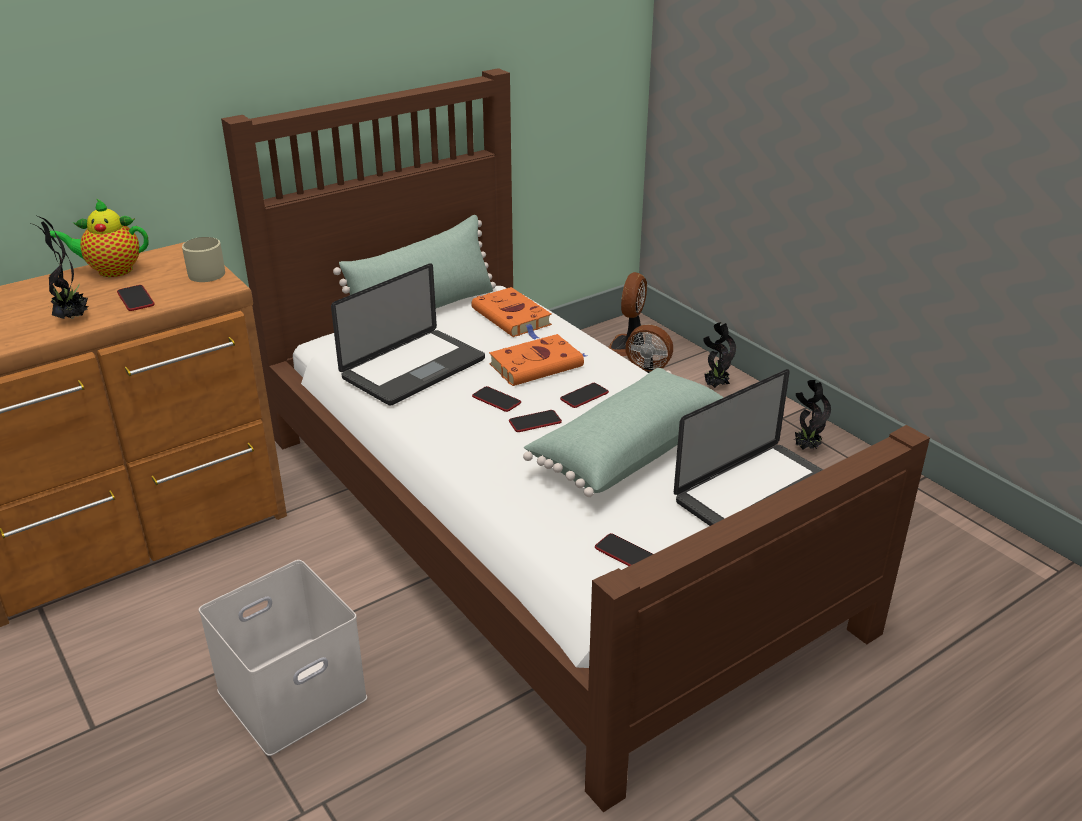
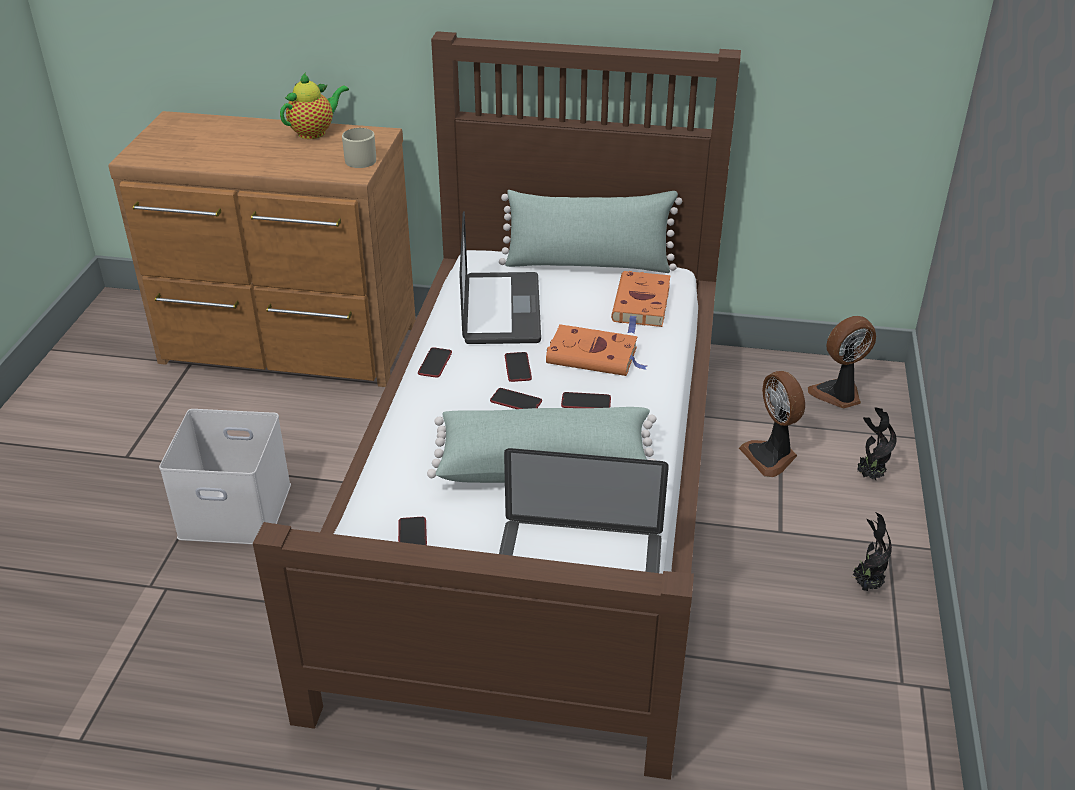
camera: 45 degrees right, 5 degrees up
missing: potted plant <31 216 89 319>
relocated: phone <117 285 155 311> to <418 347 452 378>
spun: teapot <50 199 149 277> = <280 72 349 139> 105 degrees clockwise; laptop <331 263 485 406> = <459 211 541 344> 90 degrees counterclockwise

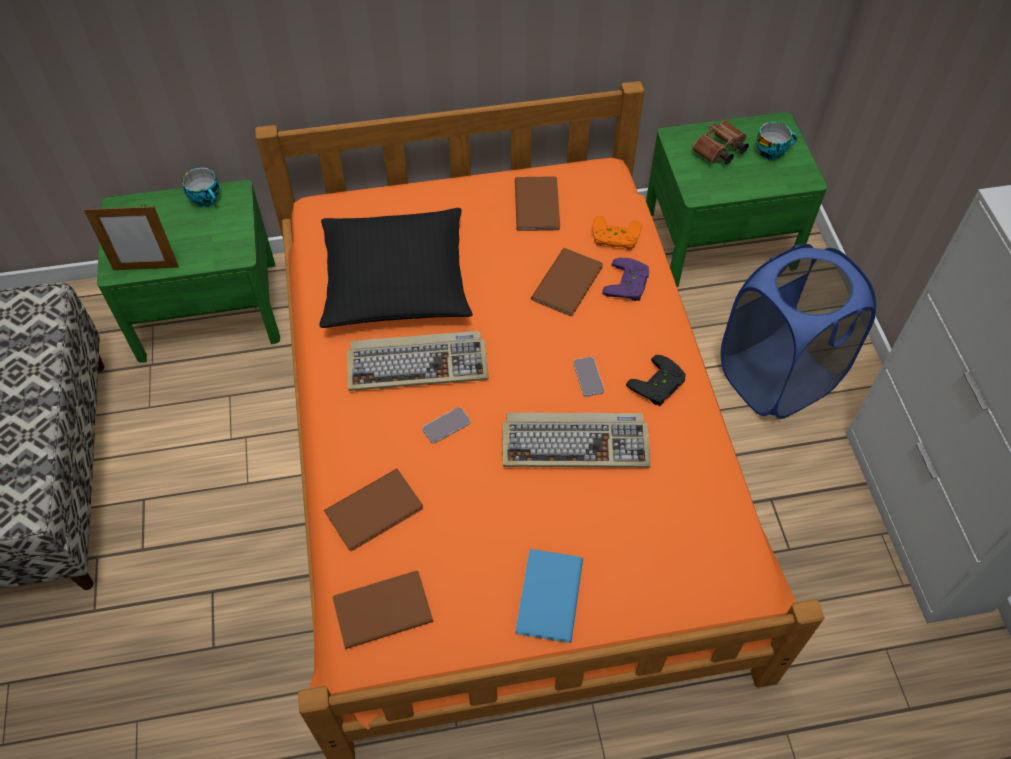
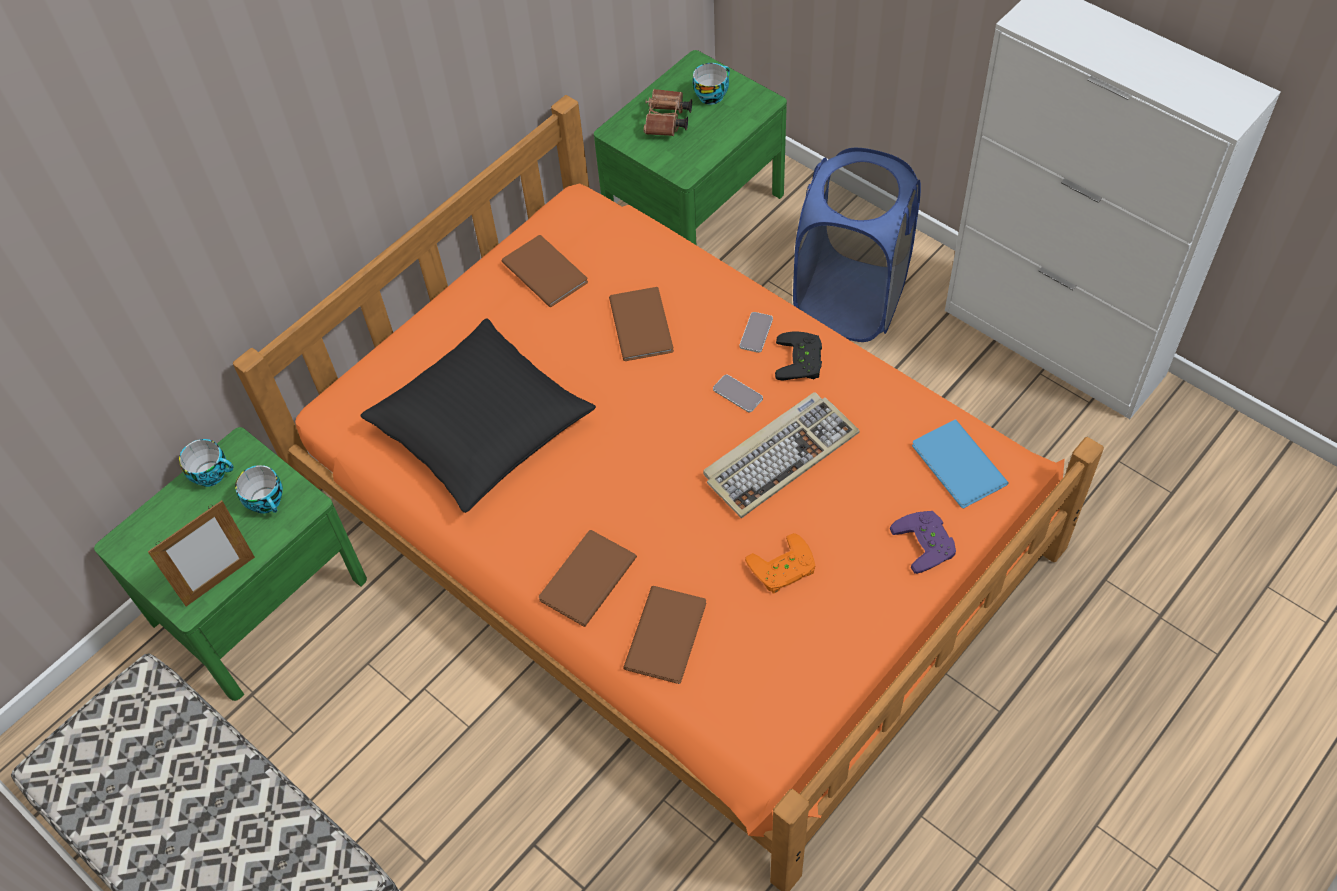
camera: 35 degrees left, 0 degrees up
missing: keyboard <347 331 489 391>
appeared: cup <235 465 283 514>
relocated: orange game controller <593 216 642 250> to <745 533 815 594>; purple game controller <602 258 649 301> to <890 511 956 574>; phone <422 407 471 444> to <740 312 773 353>; blue book <516 549 583 643> to <912 419 1009 508>; brown book <332 571 433 649> to <539 530 637 627>

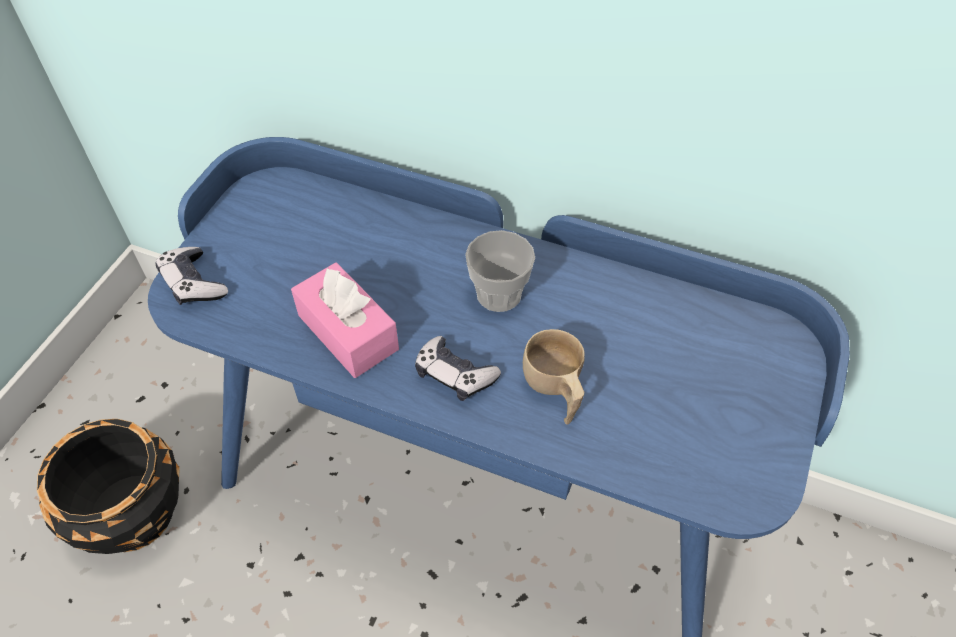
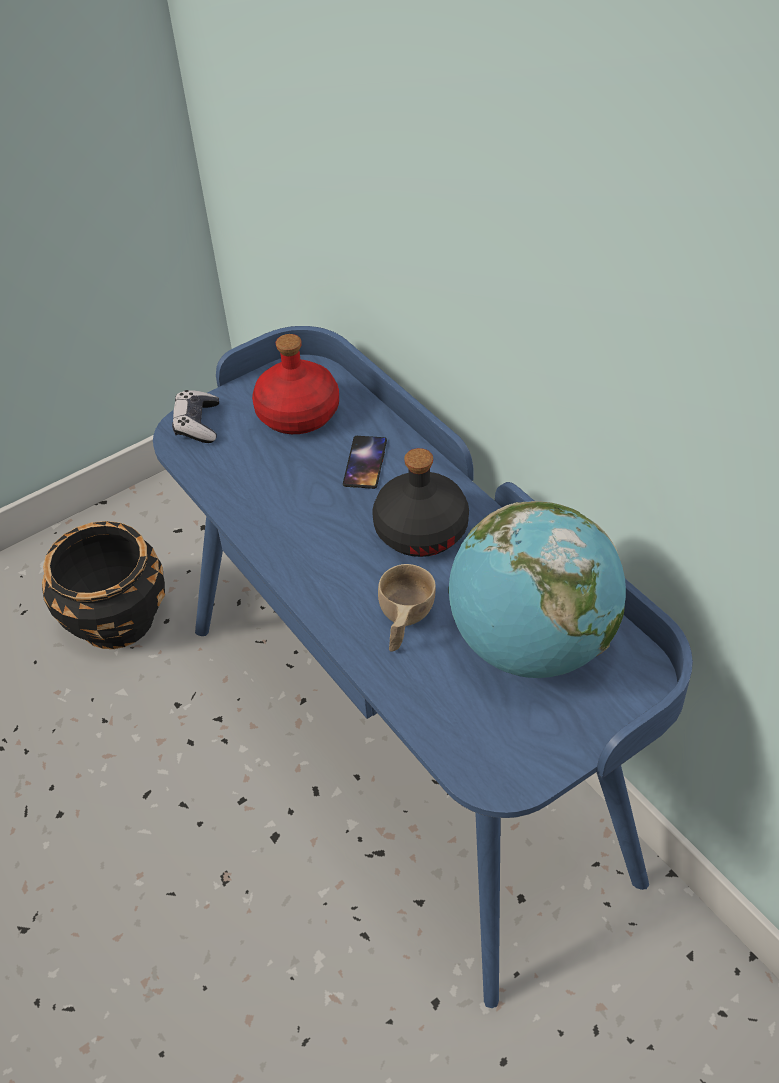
camera: 35 degrees right, 5 degrees down
missing: pink tissue box <291 262 399 378>; game controller <415 336 501 401>
appeared: red bottle <252 334 339 434>; phone <343 436 387 489>; globe <448 501 626 678>
exchanged: cup <465 230 535 312> to black bottle <372 448 469 557>

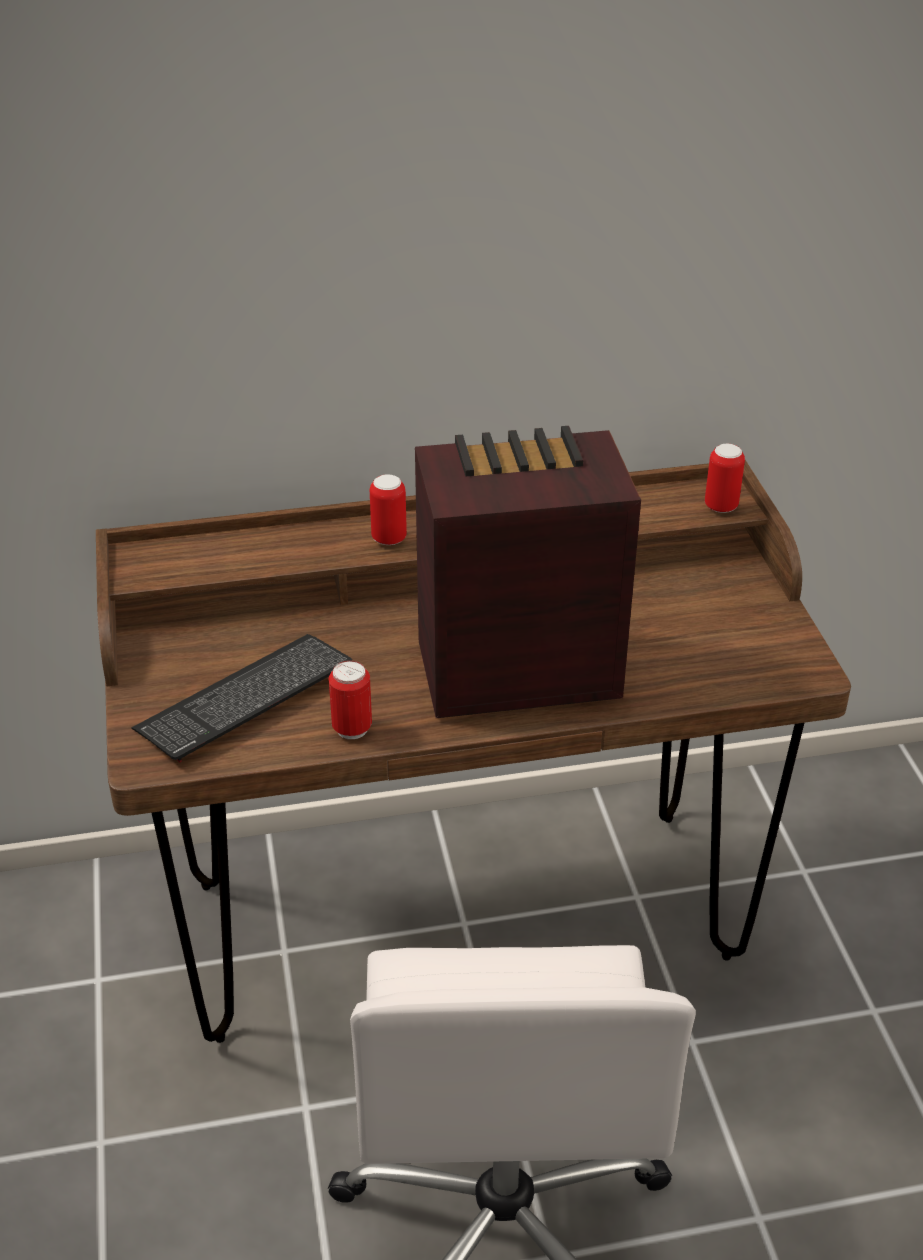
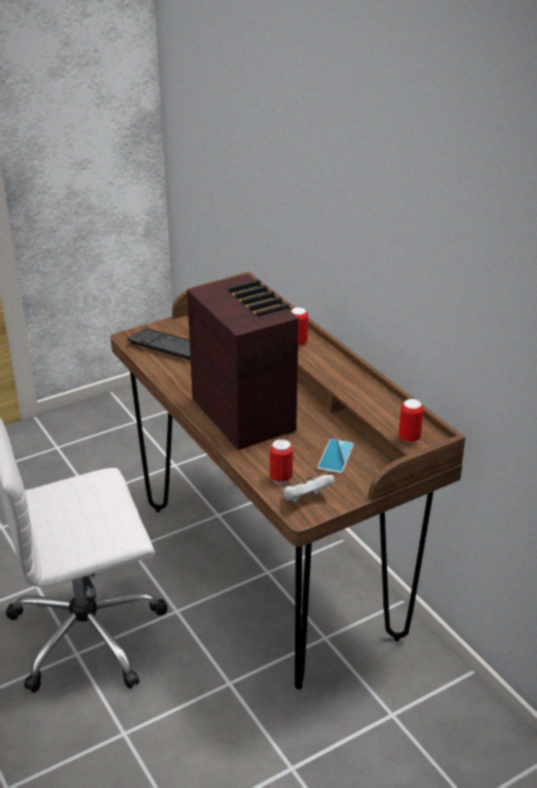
camera: 70 degrees right, 5 degrees down
appeared: phone <317 439 354 474>; white game controller <283 475 335 503>
relocated: can <329 660 372 739> to <270 439 293 484>

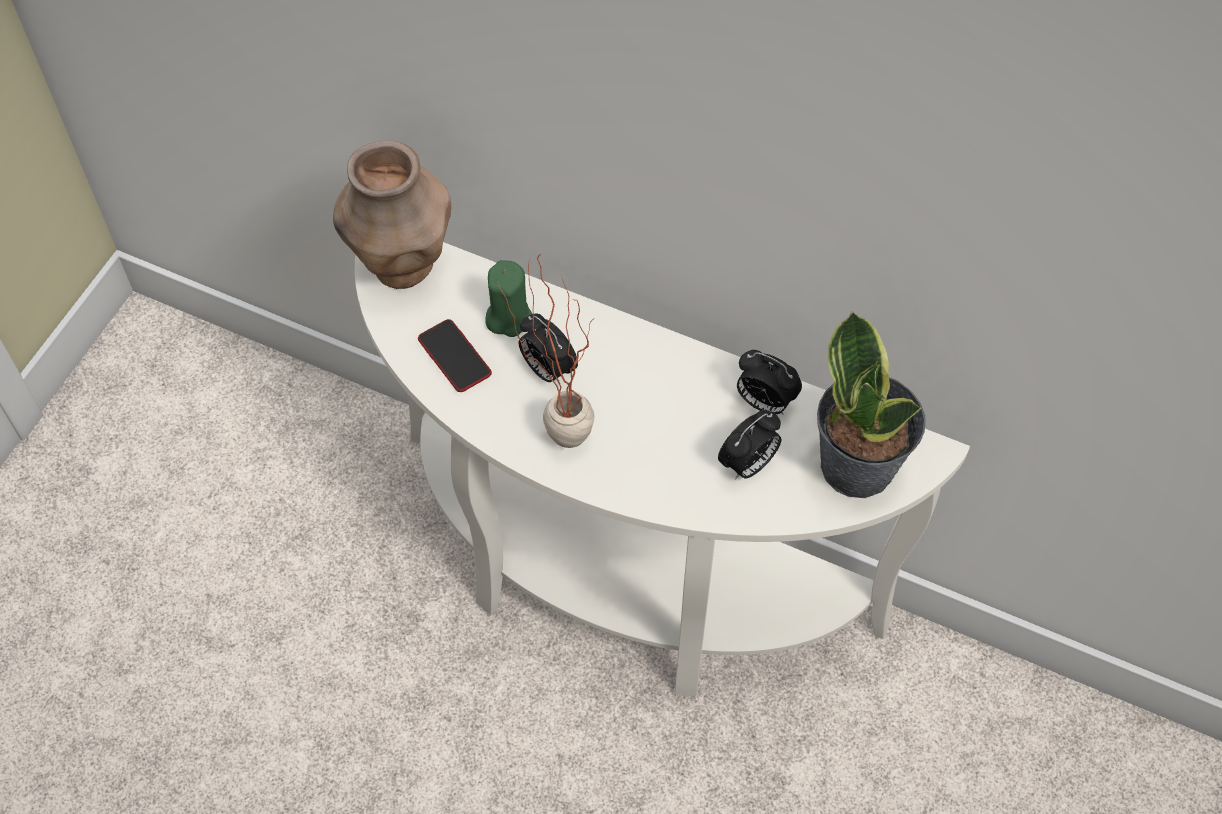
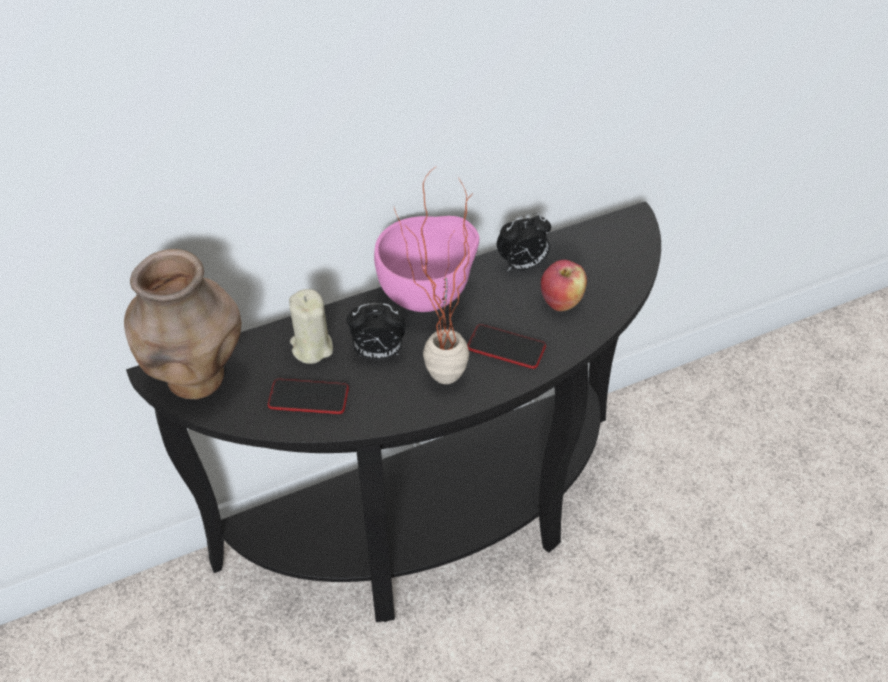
camera: 50 degrees left, 10 degrees down
missing: potted plant <817 311 926 498>
appeared: pink bowl <374 216 479 312>; phone <467 324 546 369>
exchanged: alarm clock <718 410 781 480> to apple <541 260 587 311>
colour: white console table <355 242 970 697> to black console table <126 201 661 622>; green candle <485 260 532 337> to beige candle <289 289 333 364>

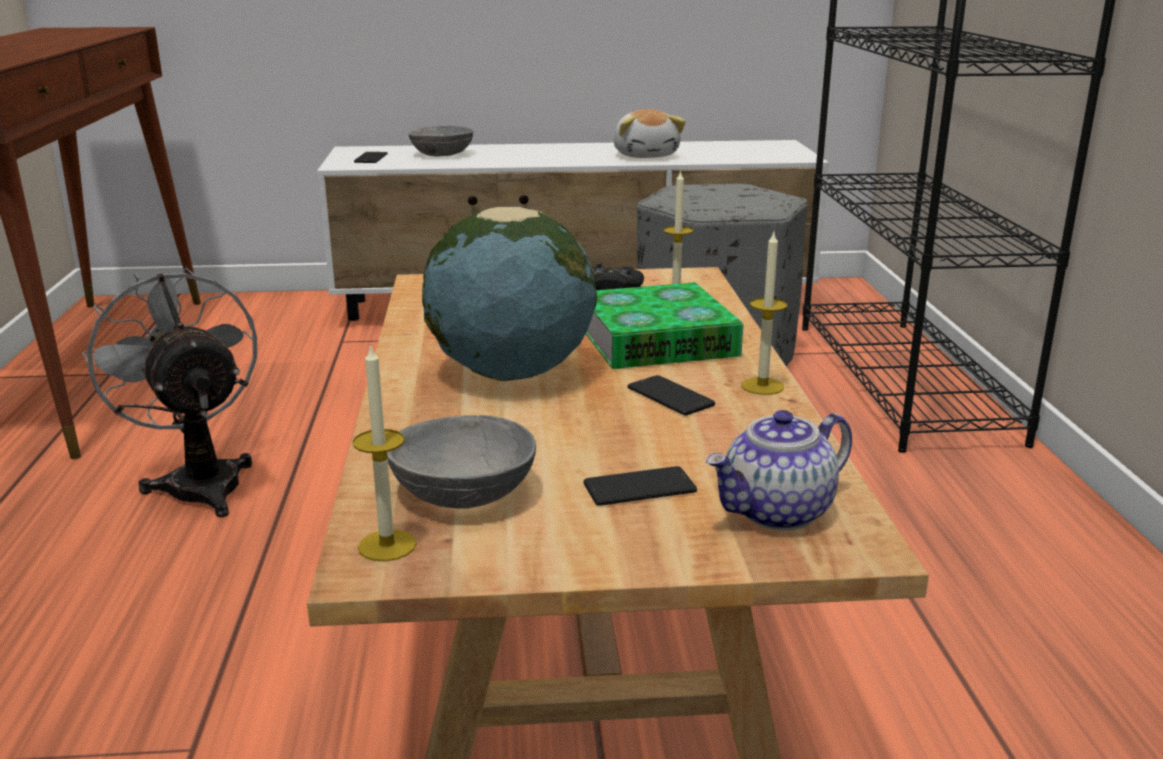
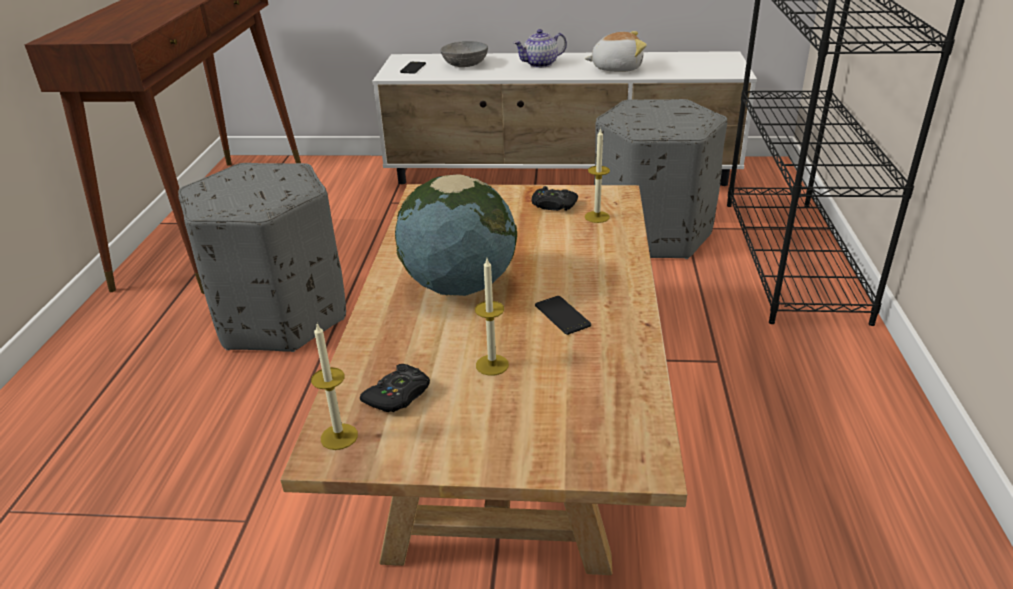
camera: 10 degrees right, 10 degrees up
missing: book <586 282 744 369>; phone <584 466 697 506>
relocated: candle <741 233 787 395> to <475 259 509 376>; teapot <706 410 852 530> to <513 29 567 68>
exchanged: grey fan <82 268 257 517> to grey ottoman <178 163 346 352>; grey bowl <387 415 536 509> to black game controller <360 364 430 412>
spun: plush toy <613 109 686 158> = <585 31 647 72> 90 degrees counterclockwise

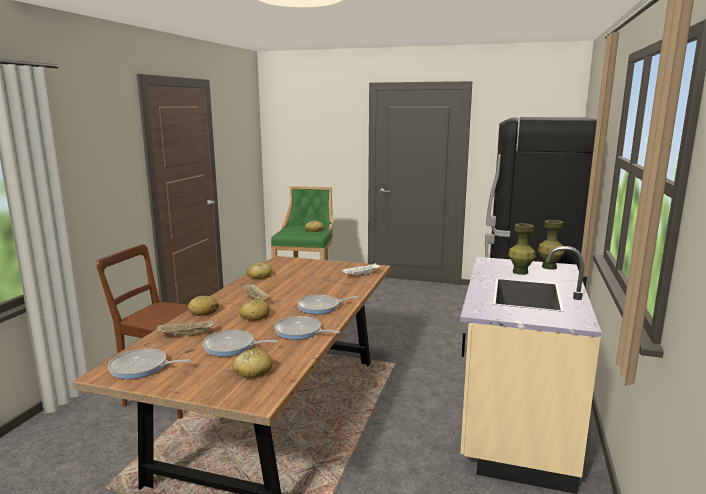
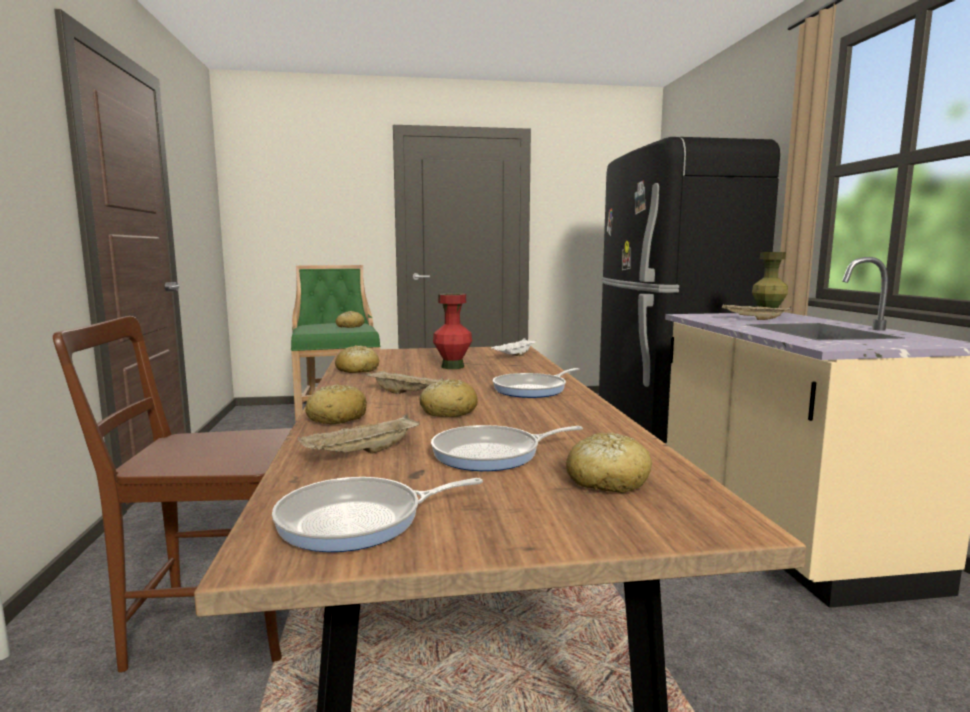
camera: 25 degrees left, 5 degrees down
missing: frying pan <274 316 340 340>
appeared: red vase <433 293 472 369>
exchanged: green vase <508 223 536 275> to beige tray <722 304 791 320>

